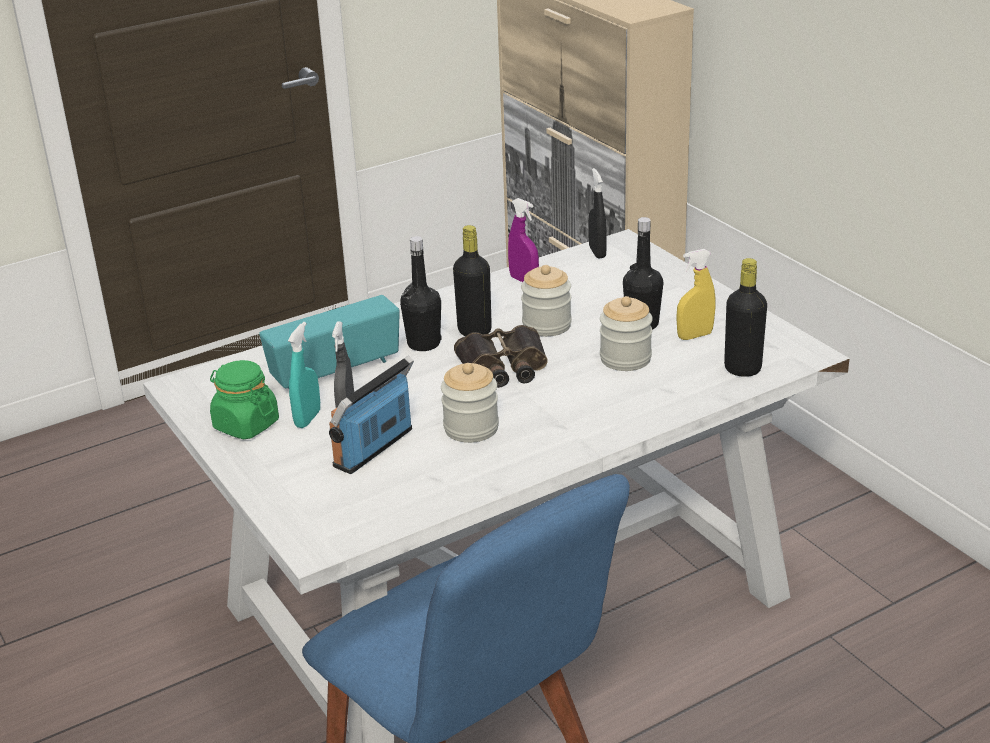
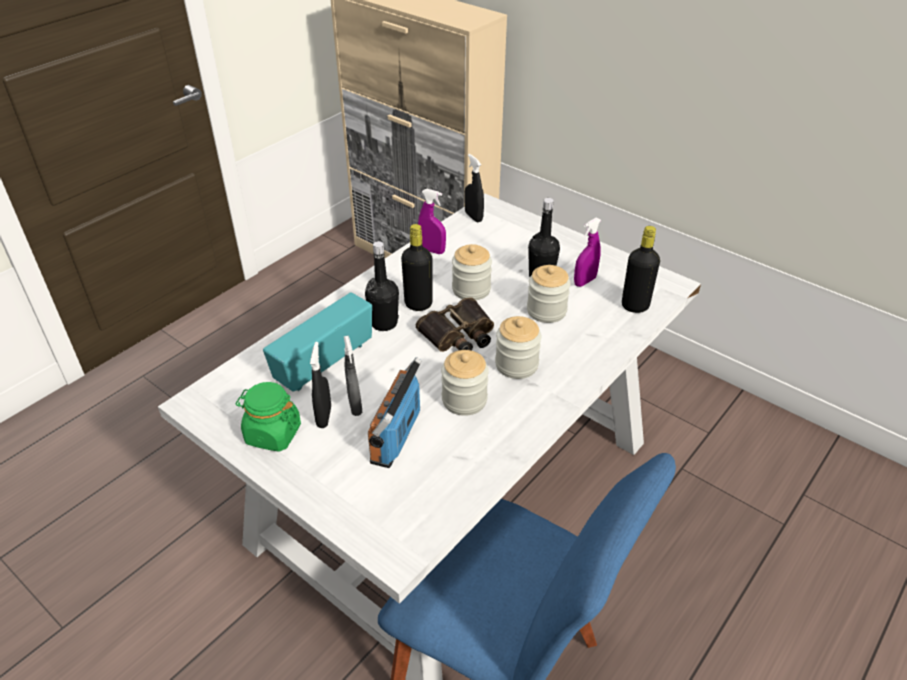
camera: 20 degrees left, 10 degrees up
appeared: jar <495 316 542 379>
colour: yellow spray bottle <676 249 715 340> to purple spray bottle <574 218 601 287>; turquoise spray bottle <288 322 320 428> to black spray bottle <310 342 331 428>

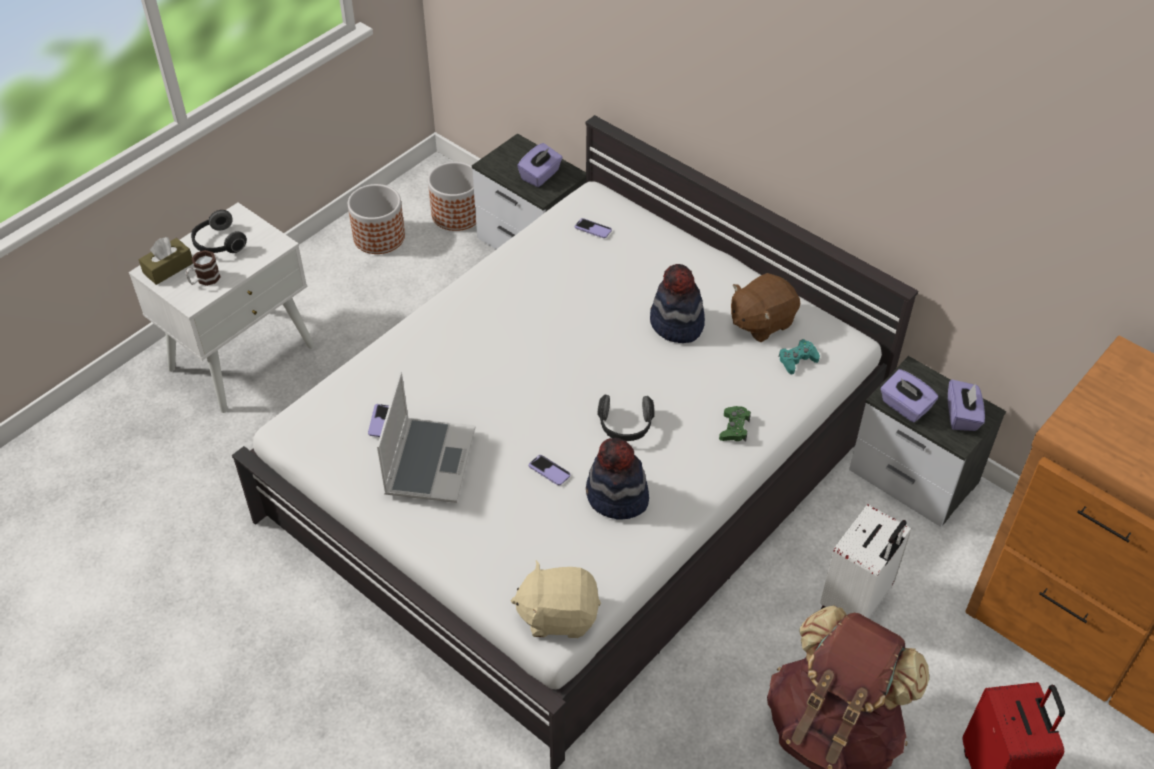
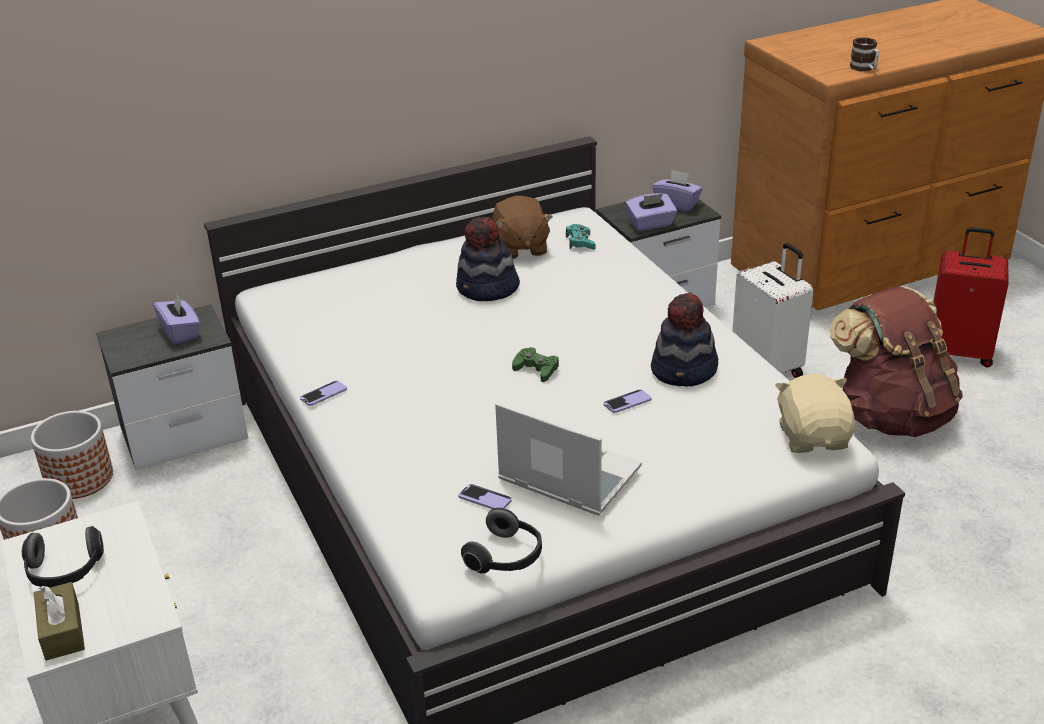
camera: 65 degrees left, 15 degrees down
relocated: phone <575 218 612 238> to <300 381 347 406>; mug <186 250 221 286> to <850 37 879 71>; headphones <598 395 655 441> to <461 508 542 573>; green game controller <719 406 751 442> to <512 347 559 382>
spun: beige plush toy <511 560 601 638> = <775 374 855 453> 150 degrees clockwise

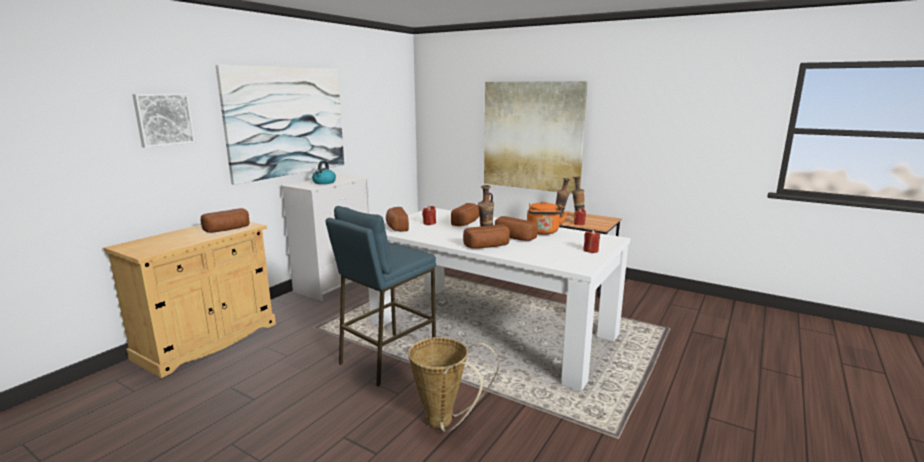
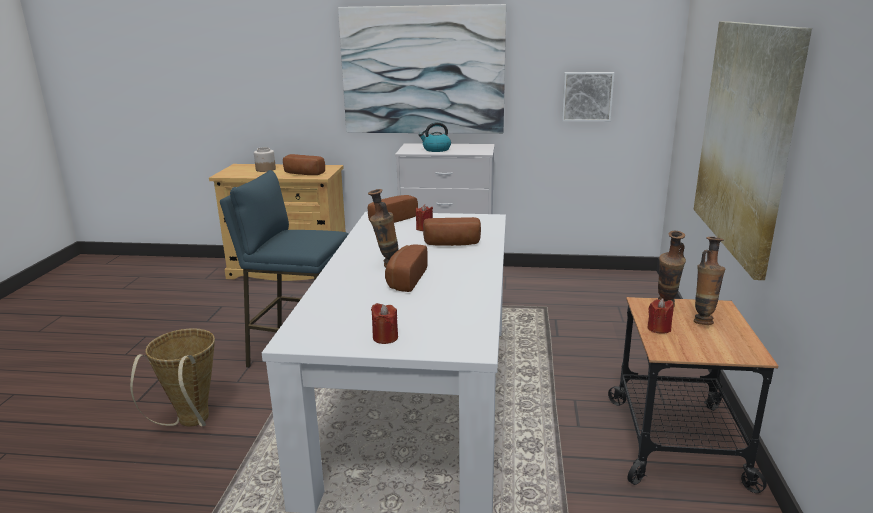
camera: 65 degrees right, 5 degrees up
missing: orange kettle <527 201 567 235>; bread <463 224 510 249>
appeared: jar <254 147 276 172>
relocated: picture <132 93 195 148> to <562 72 614 122>

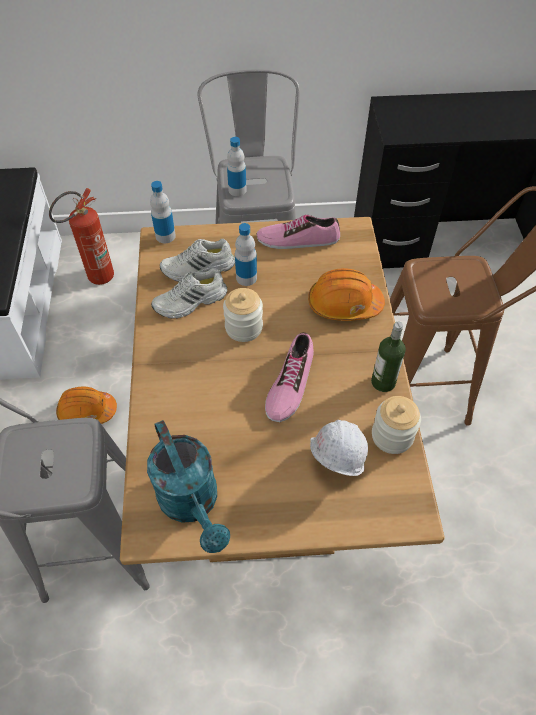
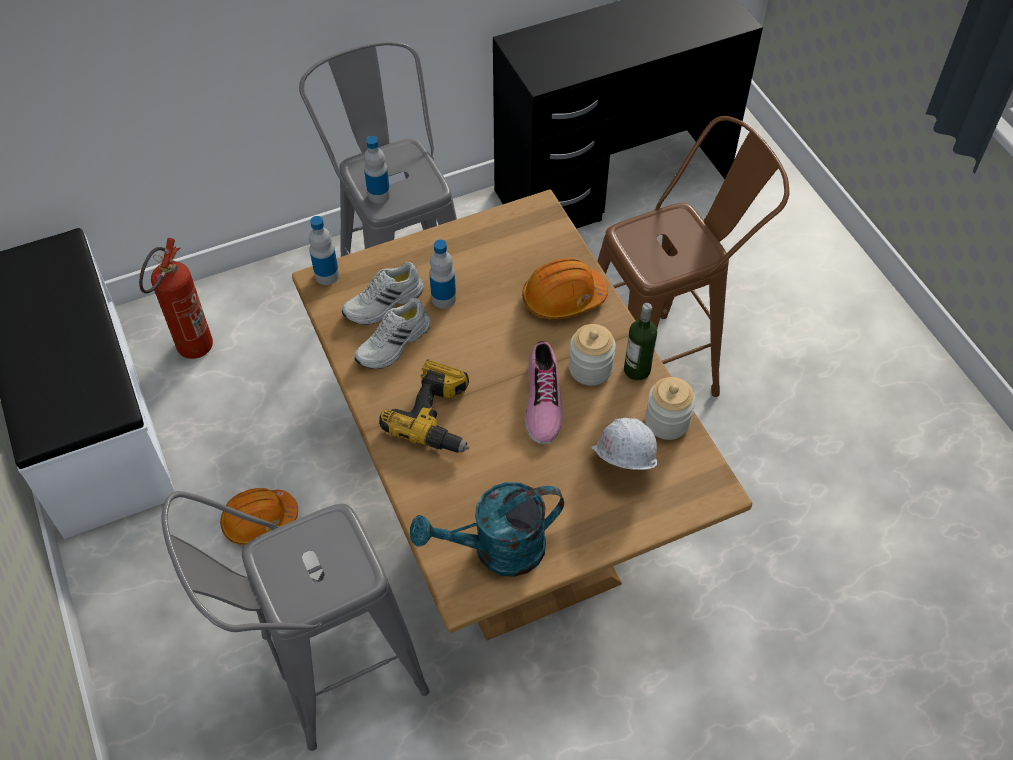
camera: 20 degrees left, 0 degrees up
missing: shoe <256 215 340 249>
appeared: power drill <379 359 469 452>
relocated: jar <223 288 263 342> to <569 324 616 386>
spun: turquoise watering can <147 420 230 553> = <410 482 564 577> 120 degrees clockwise

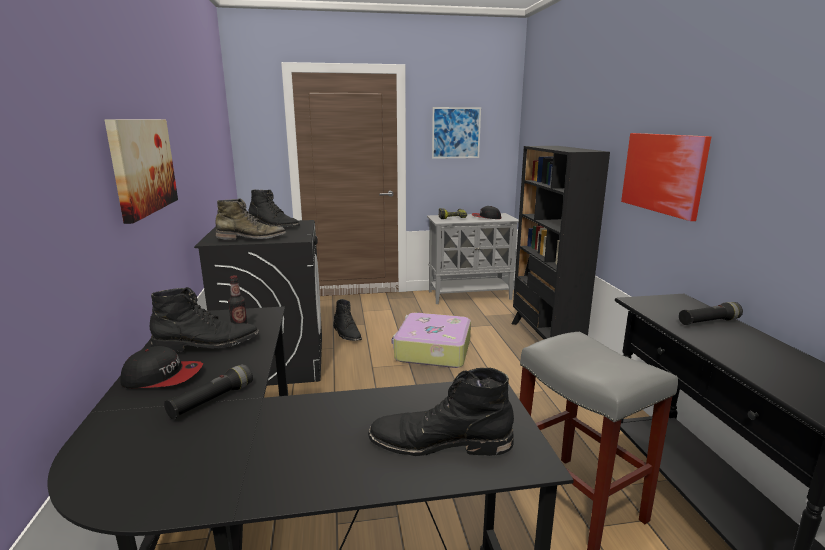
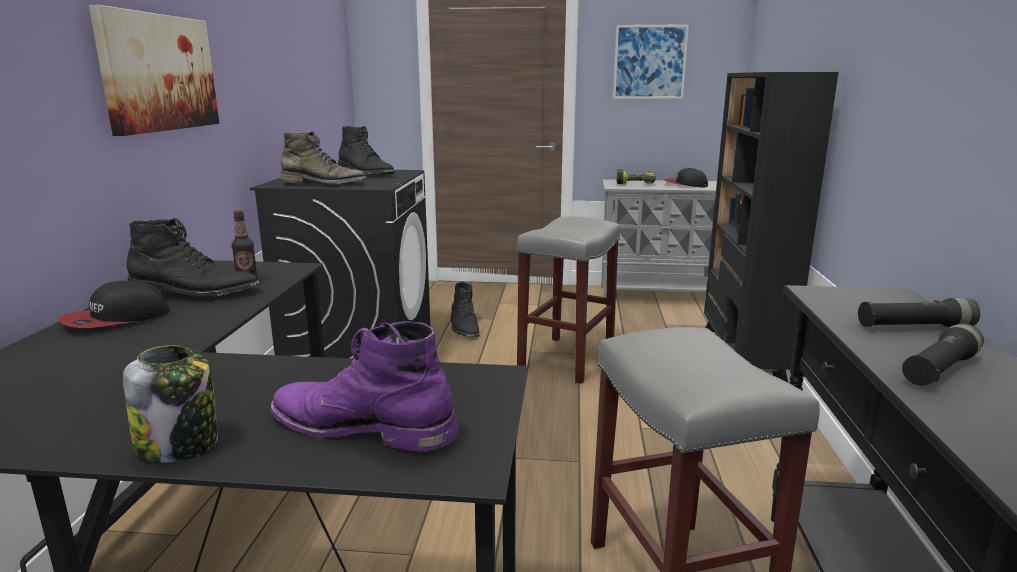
camera: 15 degrees right, 0 degrees up
missing: picture <621 133 711 221>
appeared: jar <123 345 218 463>
relocated: black flashlight <164 364 253 420> to <902 324 984 386>
exchanged: suitcase <391 313 471 368> to grey stool <517 216 620 384>
colour: black boot <368 368 514 456> to purple boot <271 321 458 452>
spun: cap <120 346 203 388> = <59 281 170 328> 120 degrees clockwise

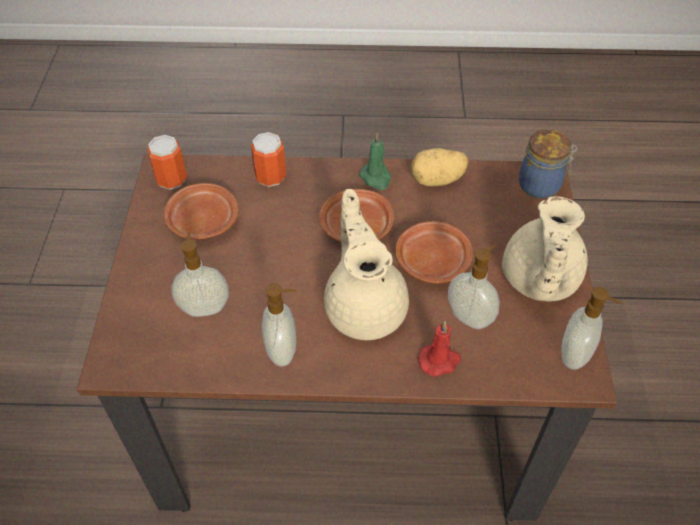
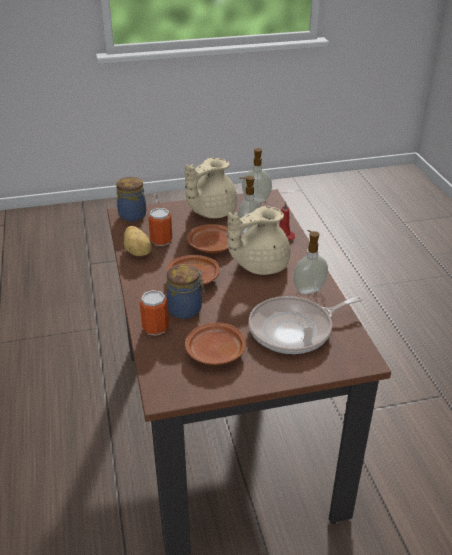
camera: 105 degrees left, 15 degrees down
missing: green candle <359 133 391 190>
appeared: jar <167 264 205 319>
relocated: can <147 135 187 190> to <148 208 172 246>
exchanged: soap dispenser <171 233 229 317> to frying pan <249 296 363 354>
spun: beige teapot <502 196 588 302> = <185 158 237 218> 135 degrees clockwise

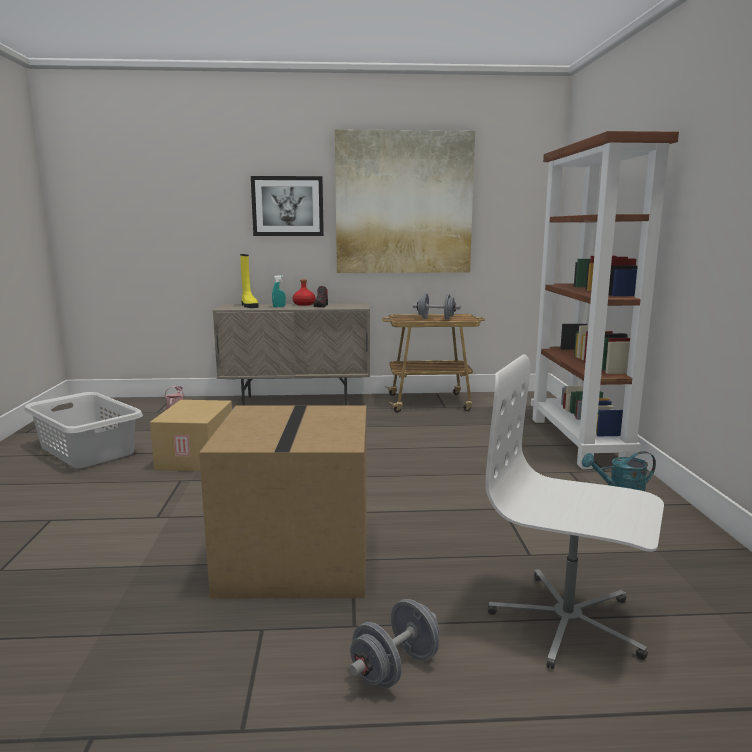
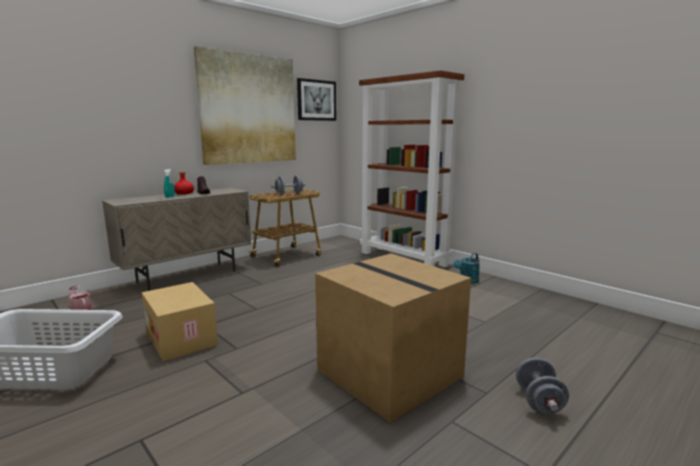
camera: 40 degrees left, 0 degrees up
missing: yellow boot <240 254 258 308>; white office chair <485 354 664 669>
relocated: picture <251 176 324 236> to <297 78 336 121>

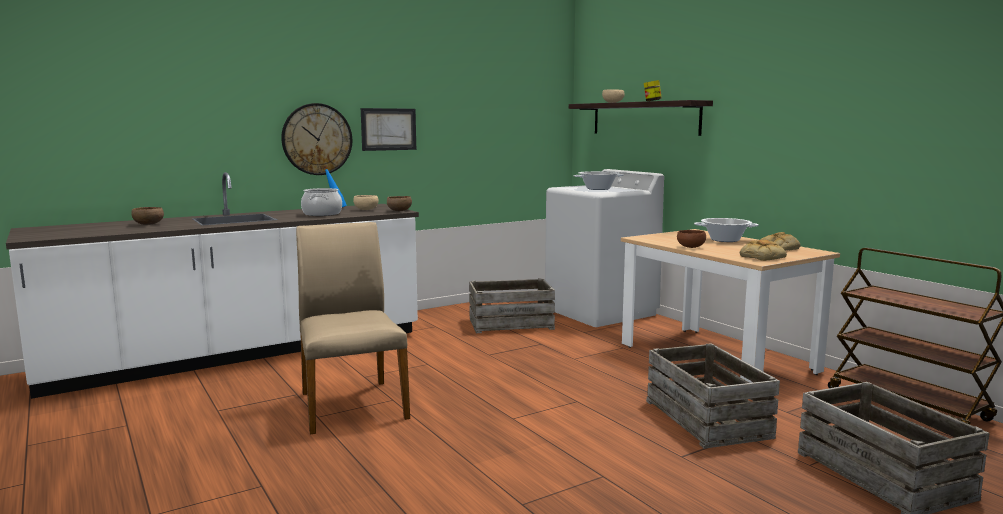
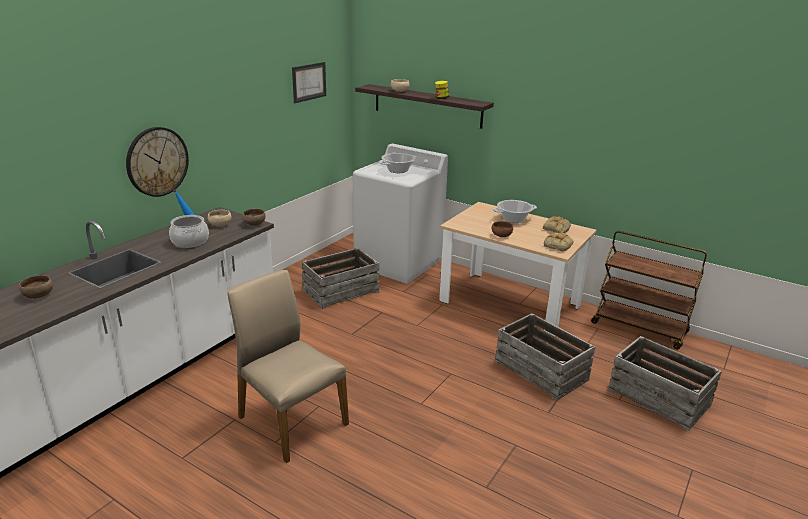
camera: 25 degrees left, 15 degrees up
relocated: picture <361 108 416 151> to <292 62 326 103>

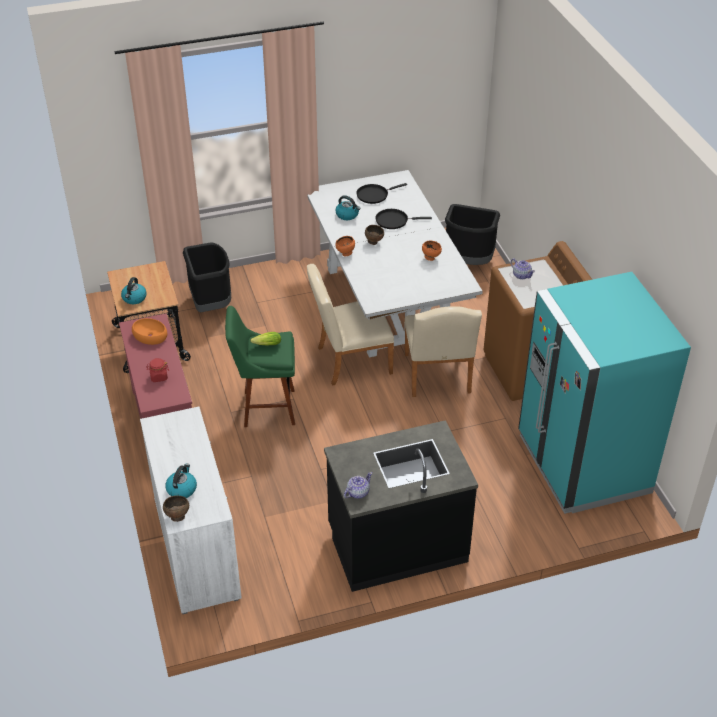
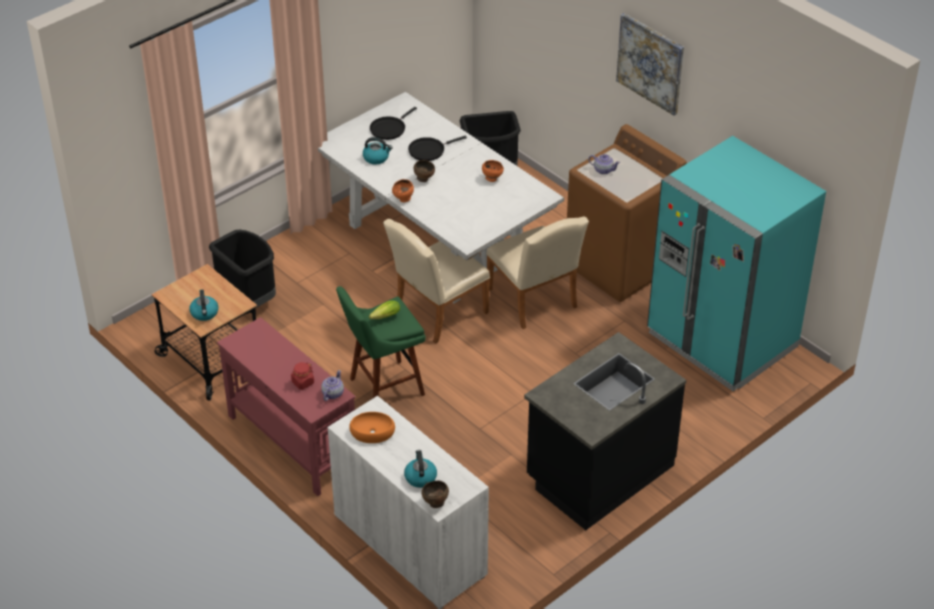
camera: 25 degrees left, 0 degrees up
appeared: picture <616 13 684 116>
relocated: orange bowl <132 318 167 345> to <349 412 395 443>; teapot <344 472 372 499> to <321 370 344 401>

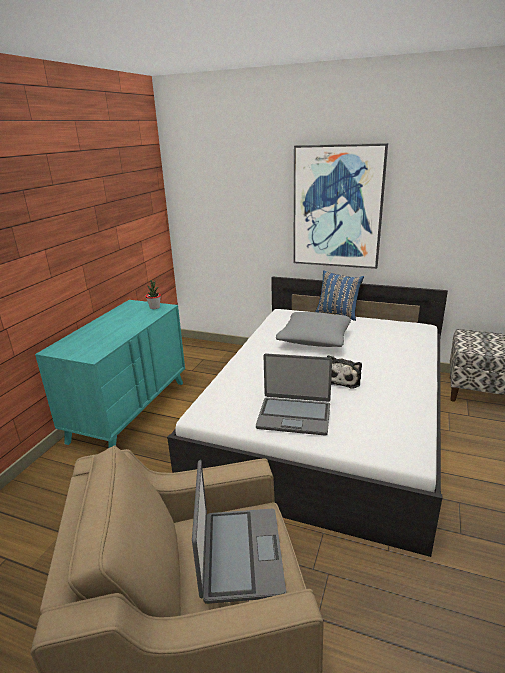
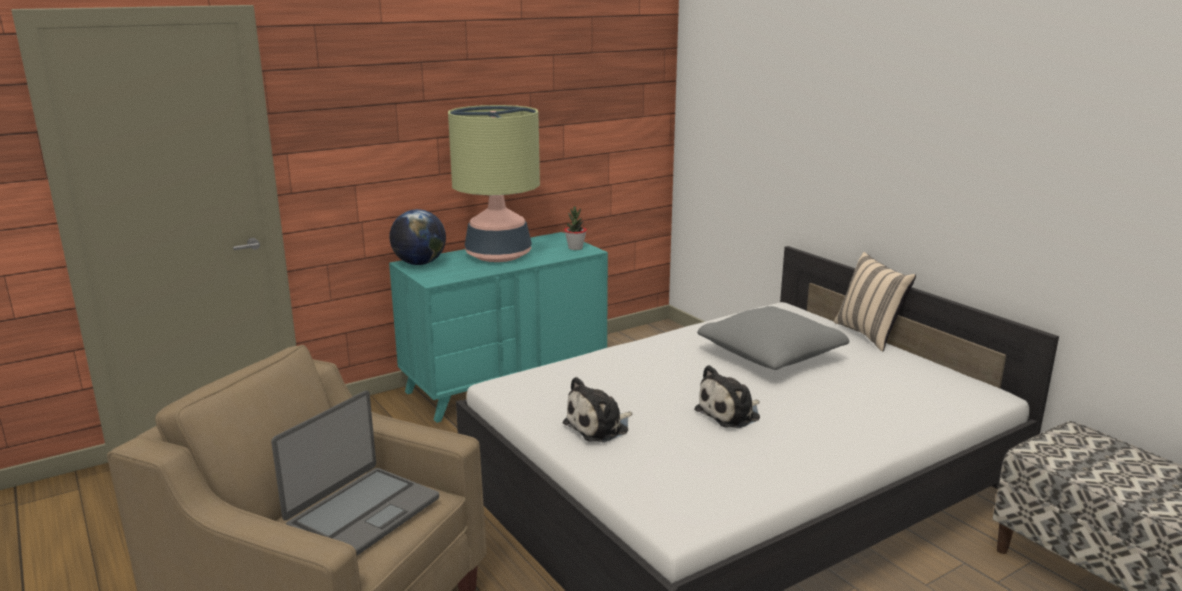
camera: 35 degrees right, 5 degrees down
missing: picture <293 143 388 269>
appeared: table lamp <448 105 540 262>; globe <389 209 446 265>
exchanged: laptop <256 354 332 435> to plush toy <563 377 632 442>
colour: blue pillow <315 270 364 321> to beige pillow <834 252 916 351>

